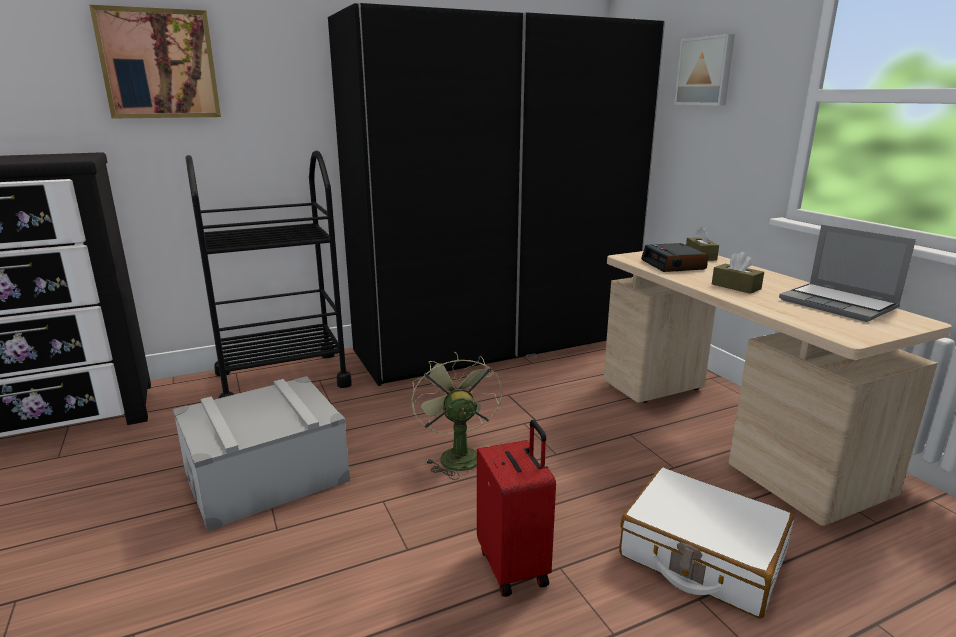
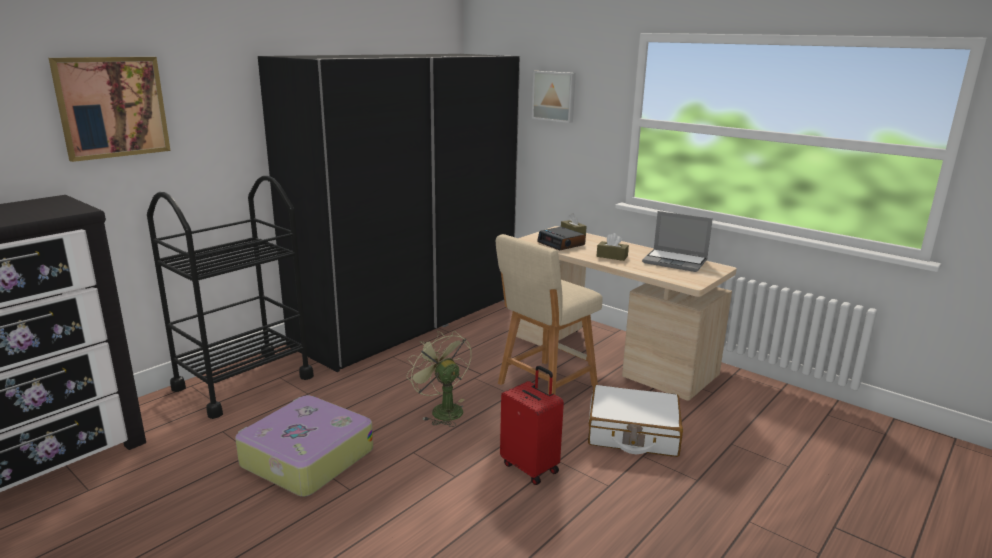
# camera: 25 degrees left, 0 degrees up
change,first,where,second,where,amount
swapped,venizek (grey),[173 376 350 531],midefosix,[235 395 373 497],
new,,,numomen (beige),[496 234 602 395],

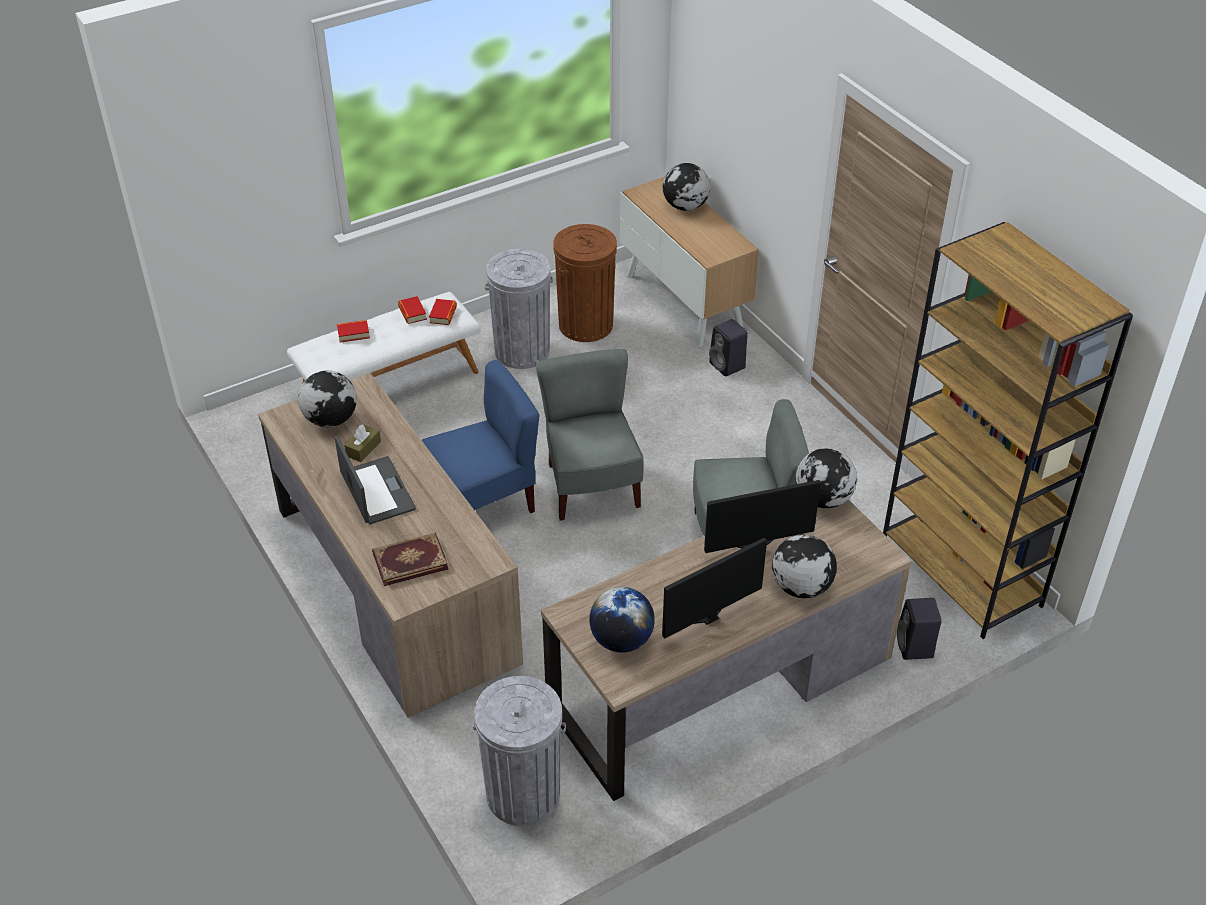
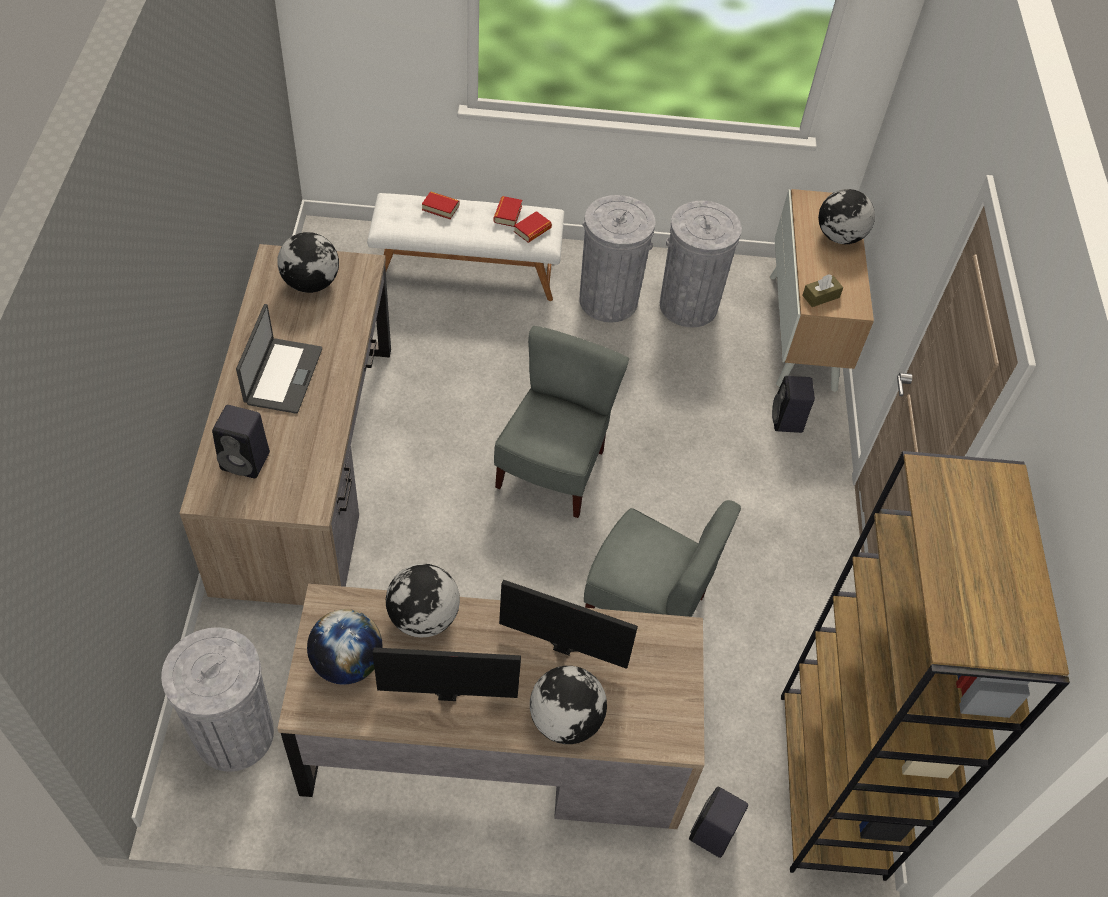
# camera: 30 degrees right, 10 degrees up
change,first,where,second,where,amount
swapped,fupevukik,[372 532 448 586],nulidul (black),[212 405 270 478],
shifted,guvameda,[796 448 857 508],,[386 564 460 638],
repainted,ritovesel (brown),[553 224 617 342],ritovesel (grey),[660 201 742 327],
shifted,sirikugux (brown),[344 424 381 462],,[802 275 843 307],
gone,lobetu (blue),[422 360 539 513],,,

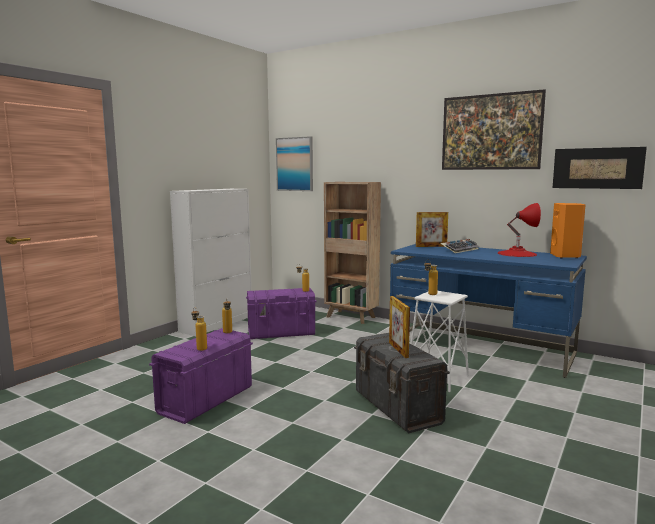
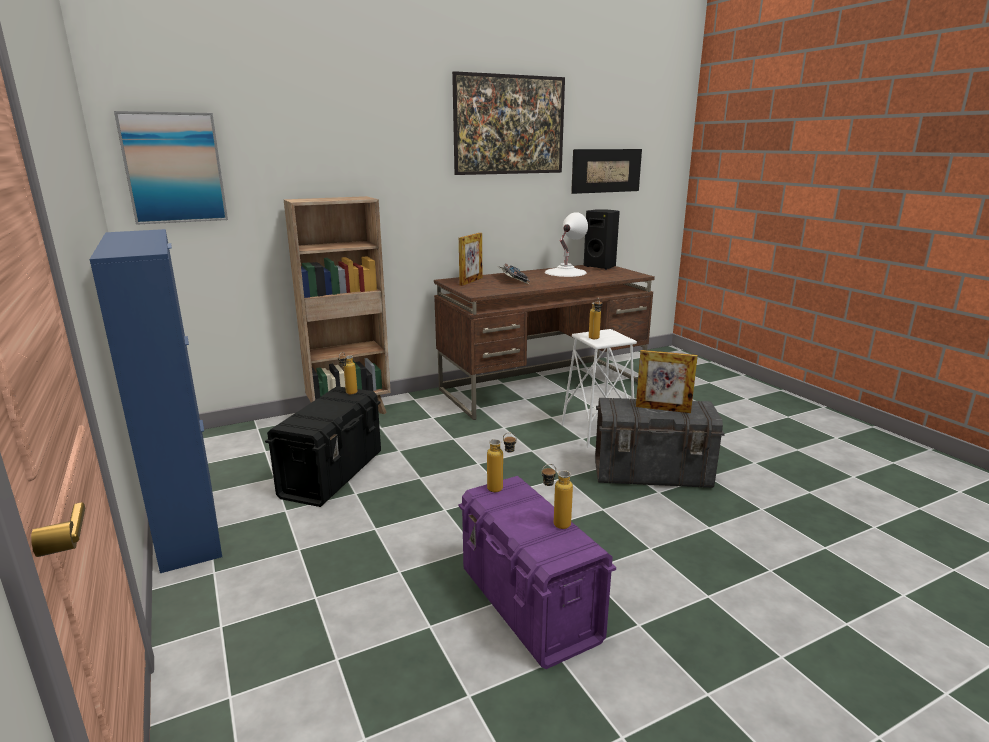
# camera: 60 degrees left, 10 degrees up
change,first,where,second,where,amount
repainted,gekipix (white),[170 189 252 336],gekipix (blue),[89 229 222 573],
repainted,venizek (purple),[246 288 317 339],venizek (black),[265 386 381 507],
repainted,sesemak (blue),[390 244 587 378],sesemak (brown),[434 265 655 420],
repainted,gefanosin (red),[498 203 541 257],gefanosin (white),[545 212 588 277],
repainted,nulidul (orange),[550 203 586 258],nulidul (black),[584 209 620 270],

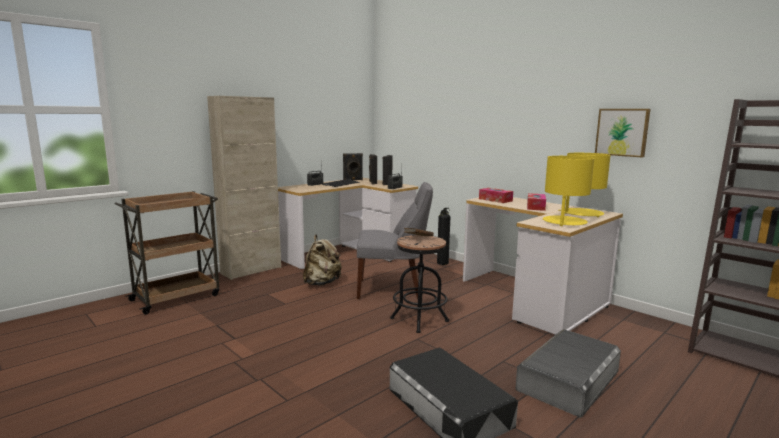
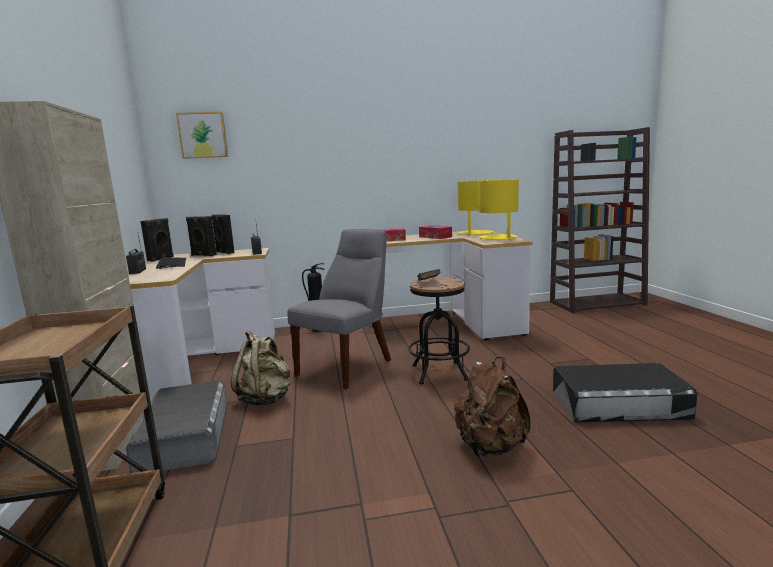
# camera: 55 degrees left, 0 degrees up
change,first,where,second,where,amount
shifted,venizek (grey),[515 329 621 418],,[126 380 227 473],
shifted,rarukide,[595 109 650 157],,[176 112 228 159],
new,,,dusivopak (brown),[454 357 531 457],

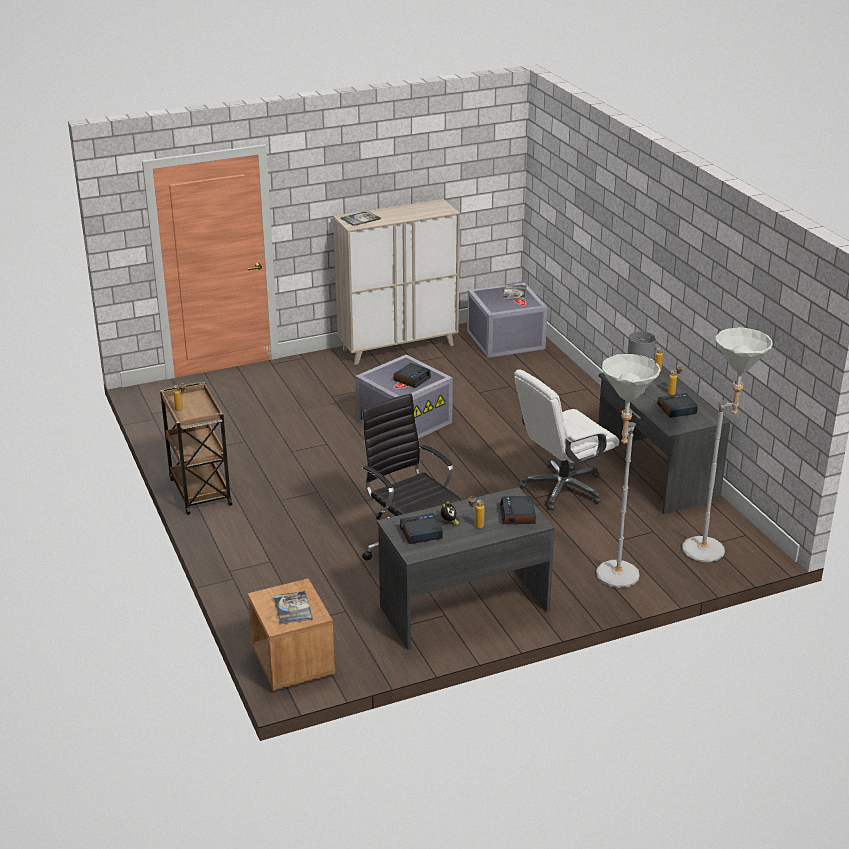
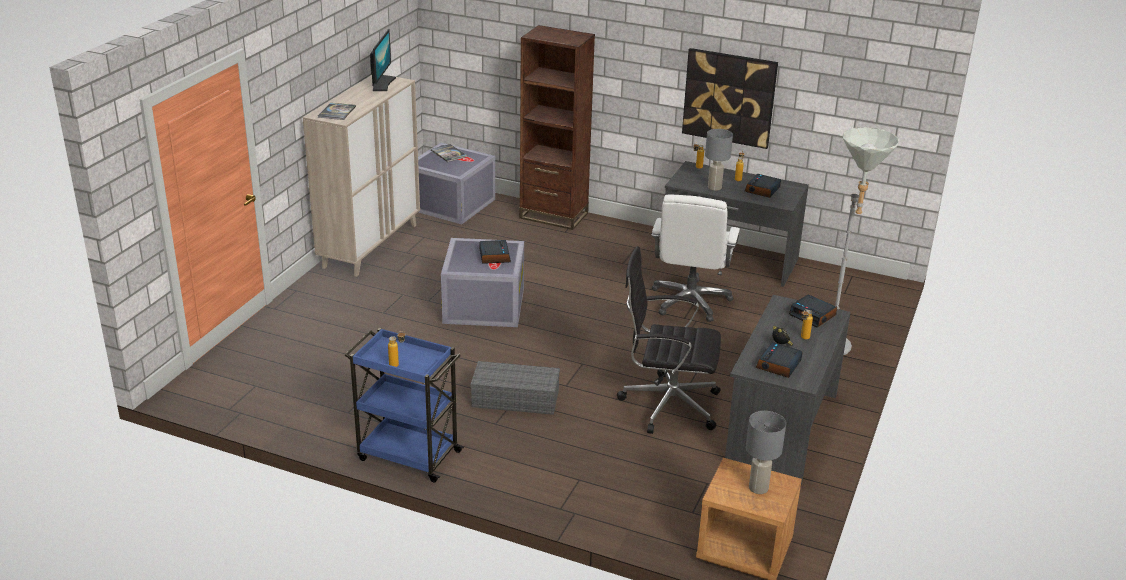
# camera: 45 degrees left, 0 degrees up
change,first,where,second,where,amount
repainted,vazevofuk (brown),[160 382 232 515],vazevofuk (blue),[345 328 464 483],
new,,,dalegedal,[370 29 396 91],
new,,,venizek (grey),[470 361 560 415],
new,,,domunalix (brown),[519 25 595 230],
new,,,rarukide,[682 48 778 149],
swapped,fupevukik,[273 591 313 624],gefanosin (grey),[746 411 786 494],
gone,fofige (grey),[682 327 773 562],,,

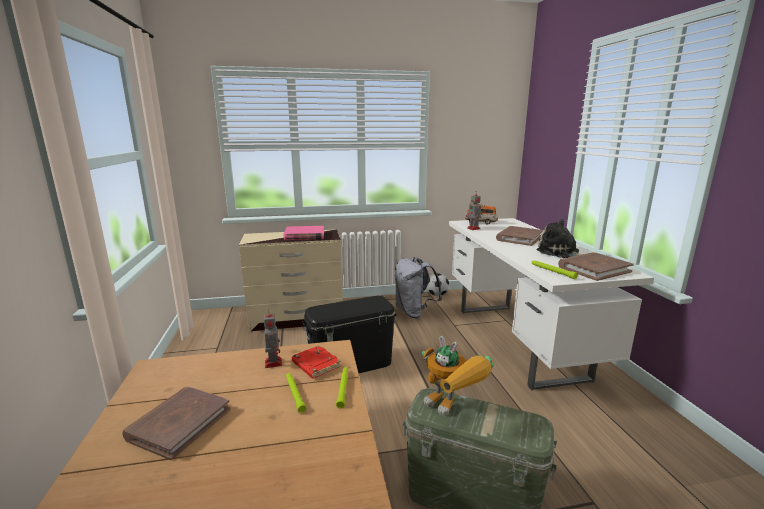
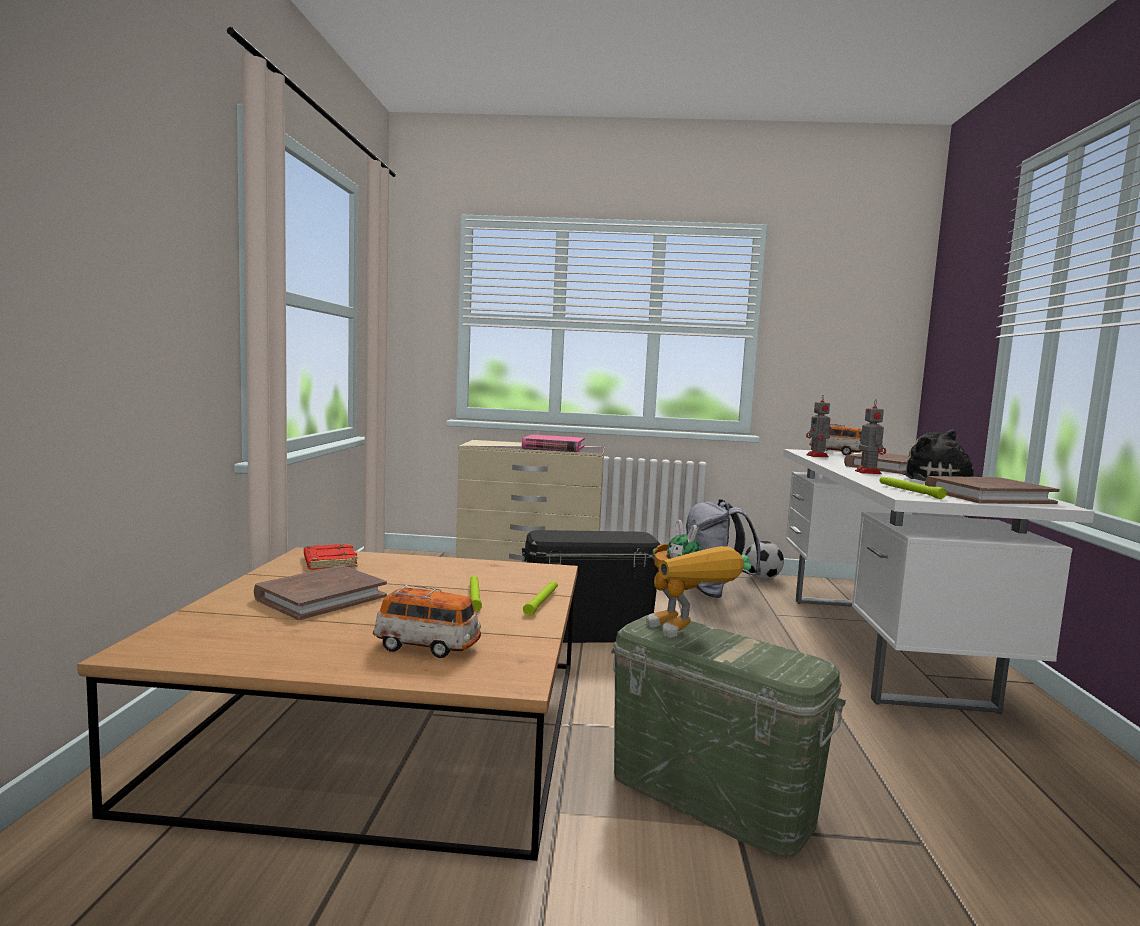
# camera: 15 degrees right, 10 degrees down
change,first,where,second,where,amount
shifted,fupevukik (red),[292 345 341 379],,[304 544 358 570],
new,,,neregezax,[373 584 481 658],
shifted,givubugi,[264 309 282 368],,[855 399 886 474],

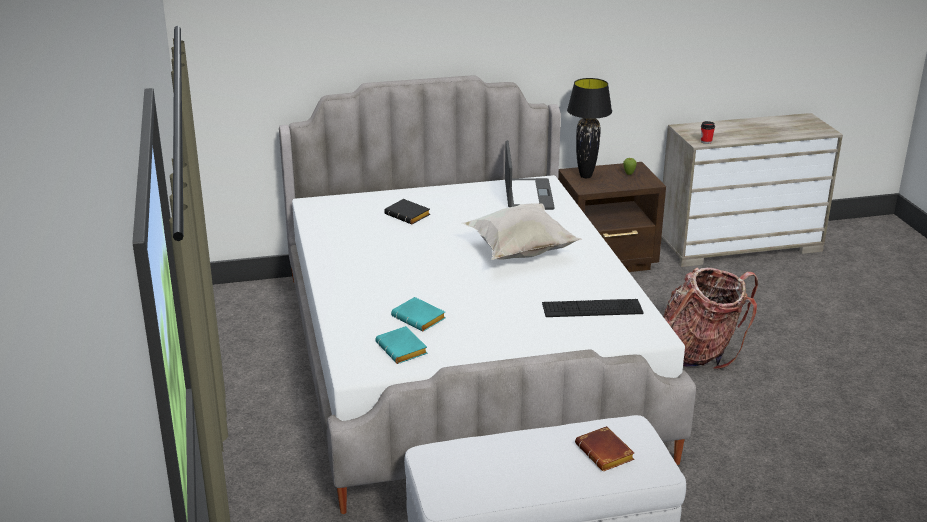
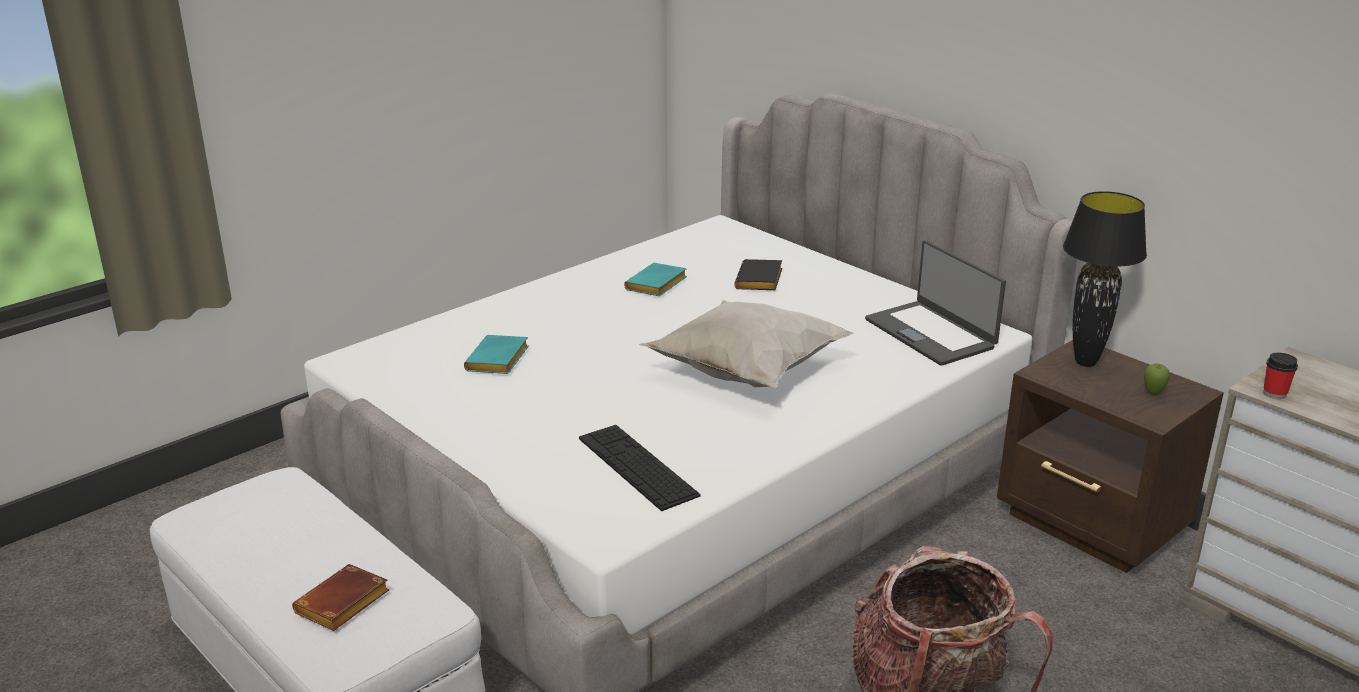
# camera: 60 degrees right, 0 degrees up
change,first,where,second,where,amount
shifted,fupevukik (turquoise),[375 326 428 364],,[624 263 687 296],
rotated,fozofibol,[505 140 555 210],,[865 240 1006 366],90 degrees clockwise

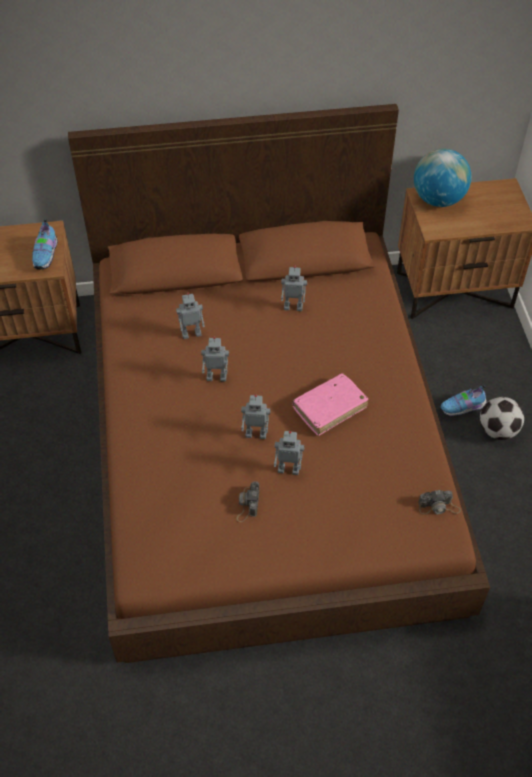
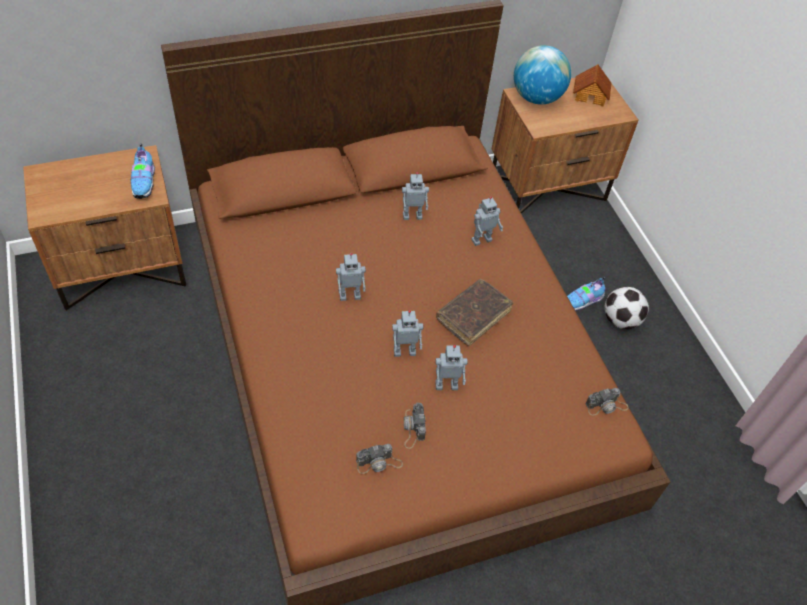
# camera: 15 degrees left, 0 degrees up
change,first,where,second,where,amount
new,,,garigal,[356 444 403 474],
repainted,fupevukik (pink),[292 373 369 436],fupevukik (brown),[436 279 513 346],
shifted,givubugi,[176 293 205 339],,[471 196 503 246],
new,,,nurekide,[573 64 612 106],

